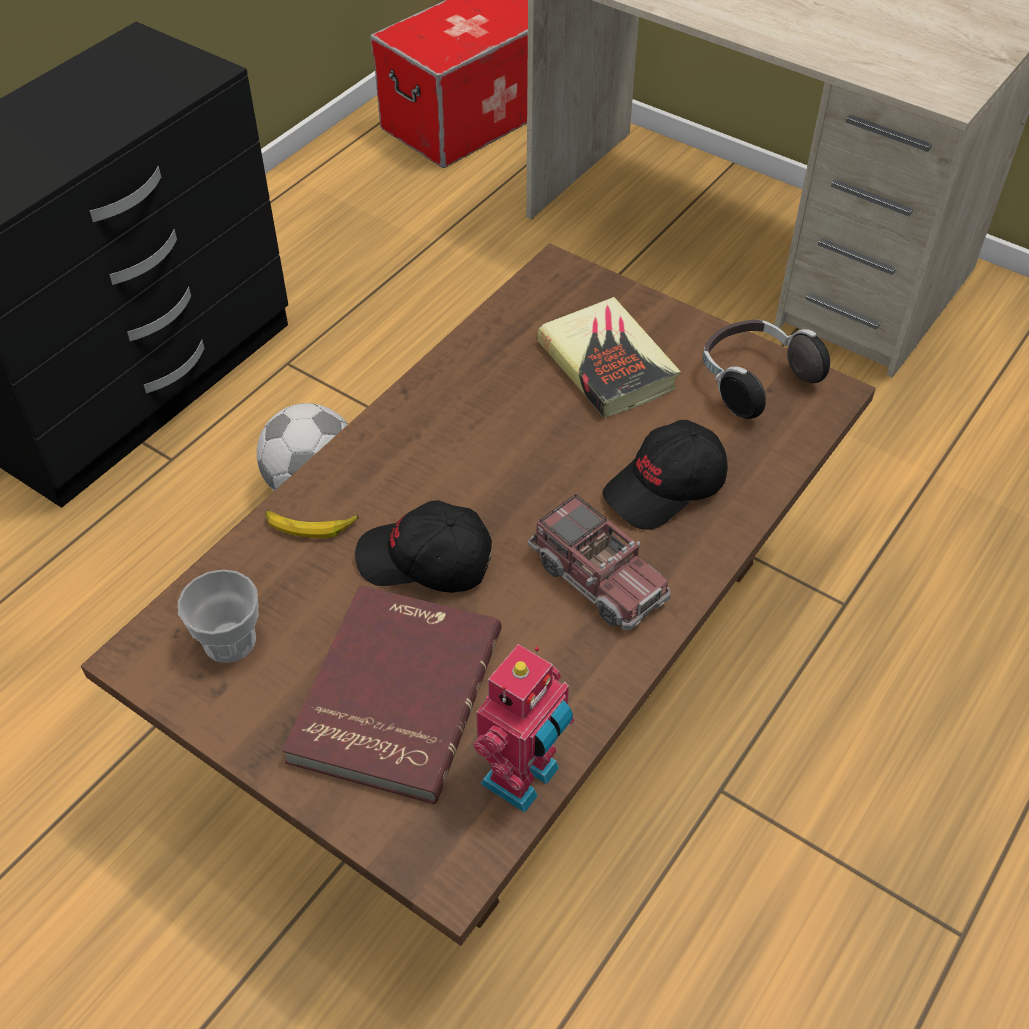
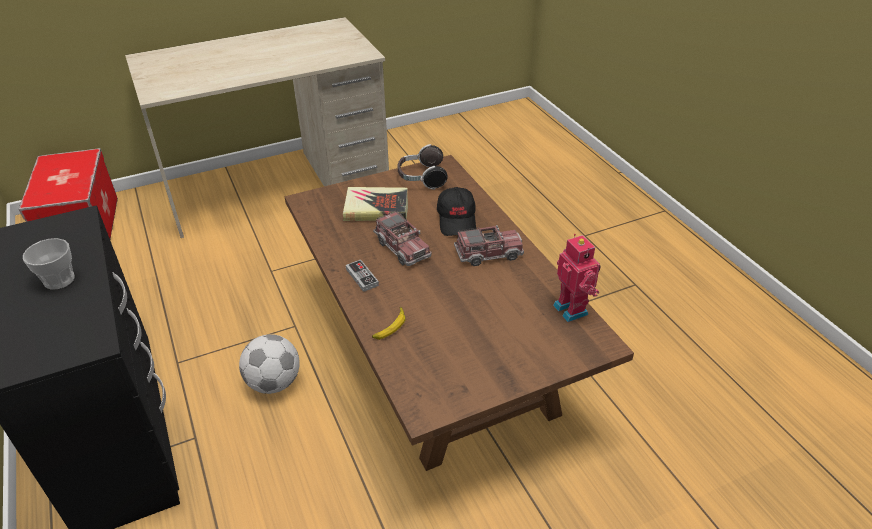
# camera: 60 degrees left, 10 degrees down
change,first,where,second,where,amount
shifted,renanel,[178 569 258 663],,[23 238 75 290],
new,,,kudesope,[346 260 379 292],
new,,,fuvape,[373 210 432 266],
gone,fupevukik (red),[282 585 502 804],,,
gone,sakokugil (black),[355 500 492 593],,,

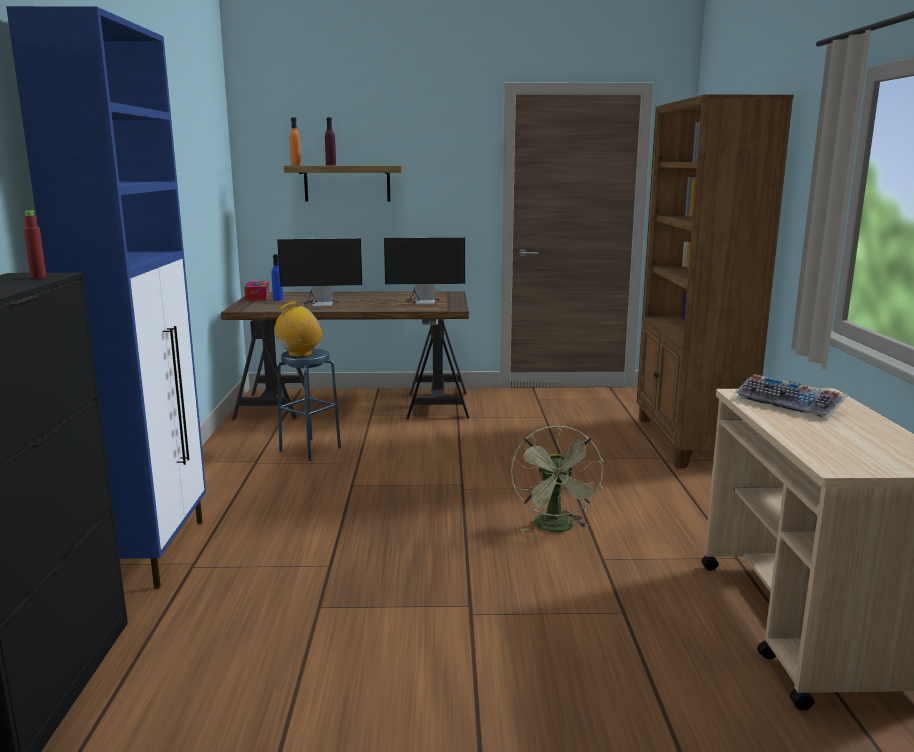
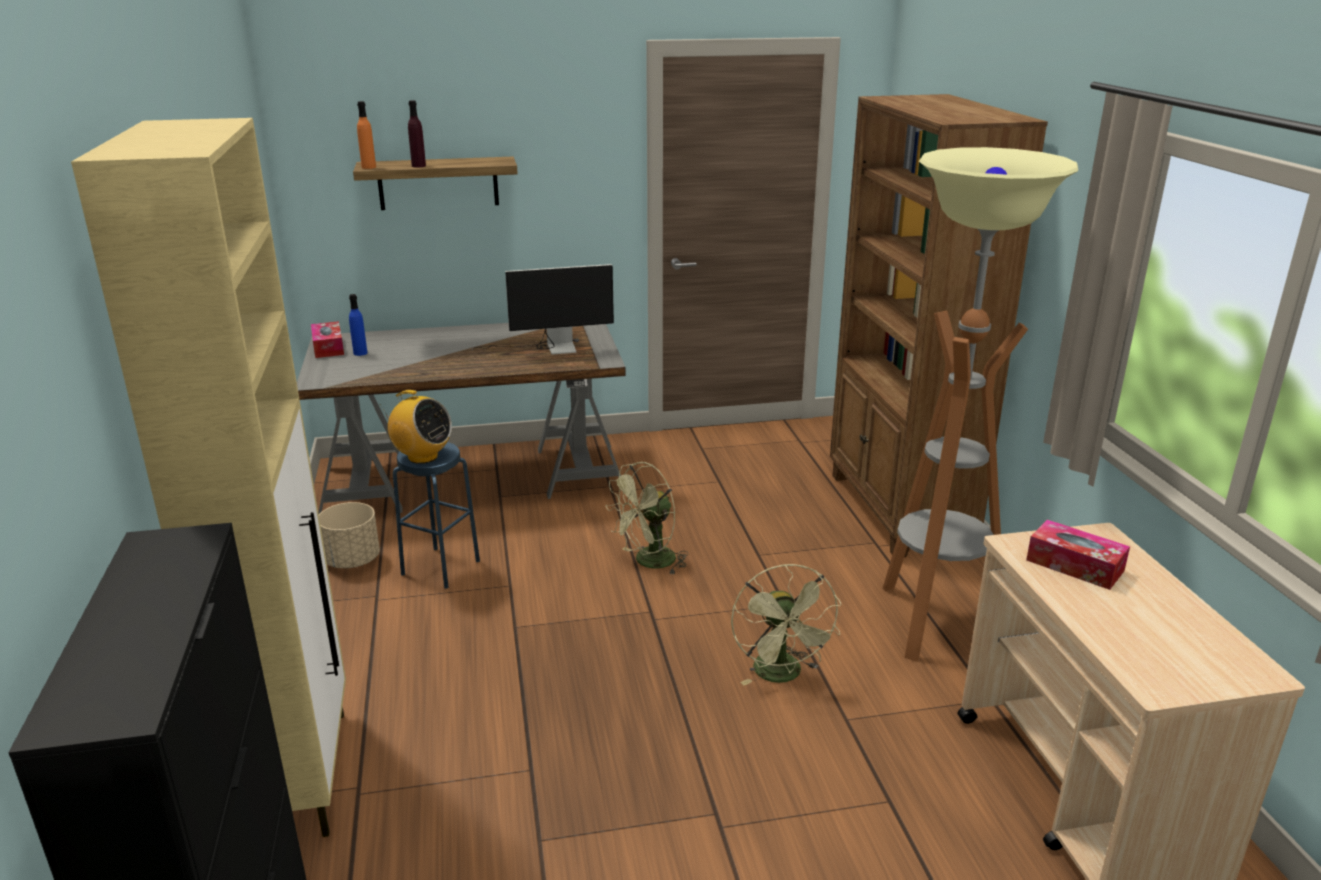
# camera: 10 degrees left, 10 degrees up
change,first,where,second,where,amount
repainted,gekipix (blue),[6 6 206 589],gekipix (beige),[71 118 346 837],
repainted,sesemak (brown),[221 291 469 420],sesemak (grey),[297 323 626 514],
new,,,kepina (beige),[319 502 380 568],
rotated,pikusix,[275 301 323 357],,[380 390 452 464],75 degrees clockwise
new,,,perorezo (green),[606 462 688 574],
new,,,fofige,[882 147 1078 662],
swapped,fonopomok,[735 374 848 421],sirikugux,[1026 520 1130 590],
gone,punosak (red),[23 211 47 279],,,
gone,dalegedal,[255 238 362 307],,,

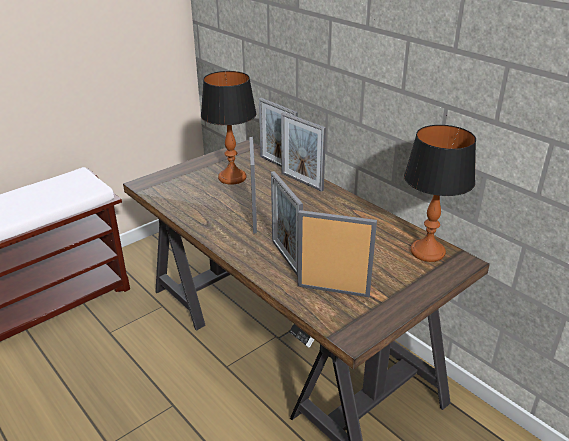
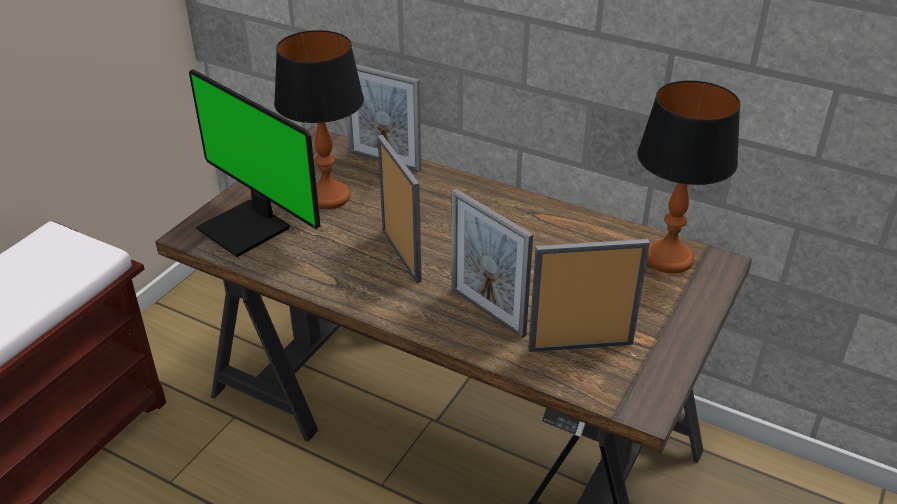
# camera: 20 degrees left, 5 degrees up
change,first,where,second,where,amount
new,,,dalegedal,[189 69 320 257],
gone,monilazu,[281 112 326 192],,,

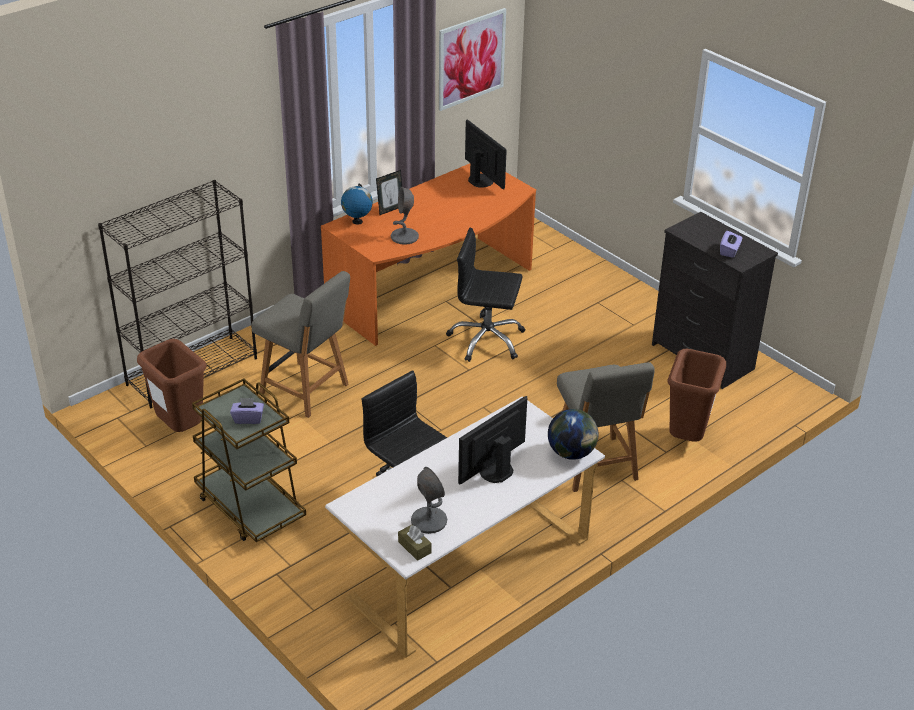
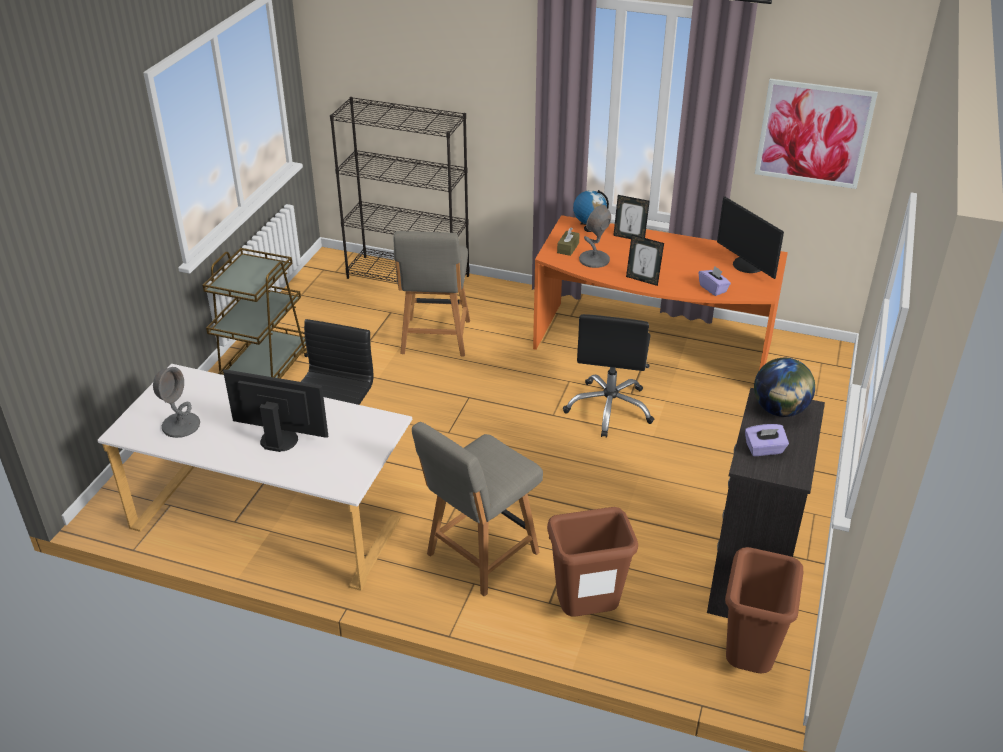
# camera: 60 degrees right, 0 degrees up
change,first,where,second,where,amount
shifted,sirikugux (brown),[398 525 431 561],,[557 228 580 256],
rotated,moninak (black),[446 228 526 362],,[563 314 654 438],150 degrees counterclockwise
new,,,monilazu,[626 235 664 286],
shifted,sirikugux (purple),[230 398 264 424],,[699 266 731 296],
rotated,dalegedal,[465 120 507 189],,[717 196 784 279],120 degrees clockwise
shifted,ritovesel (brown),[137 339 206 432],,[725 547 803 674],
shifted,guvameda,[548 409 598 460],,[754 358 815 417],

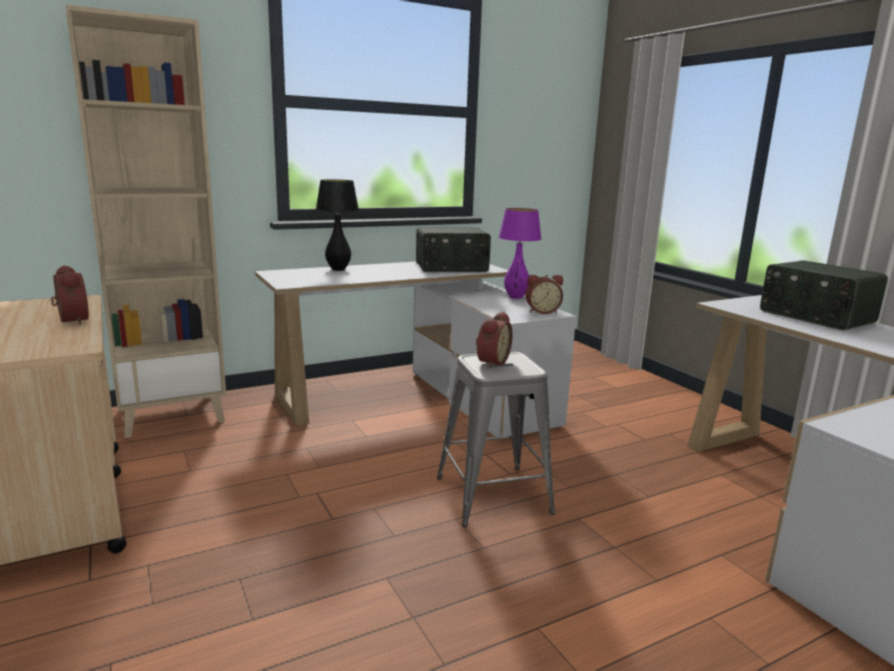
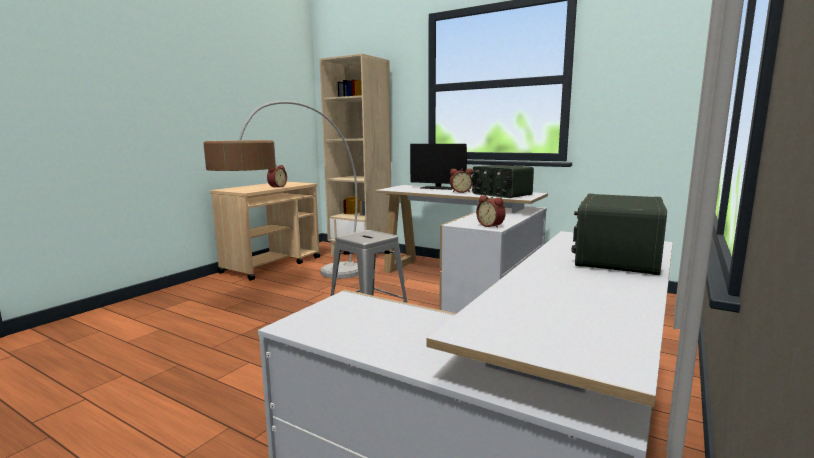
# camera: 60 degrees right, 5 degrees down
change,first,where,second,where,amount
new,,,fofige,[203 101 359 279],
swapped,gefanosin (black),[316 179 359 271],dalegedal,[410 144 467 190],
shifted,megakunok,[476 312 513 368],,[450 168 472 193],
gone,gefanosin (purple),[499 208 541 299],,,

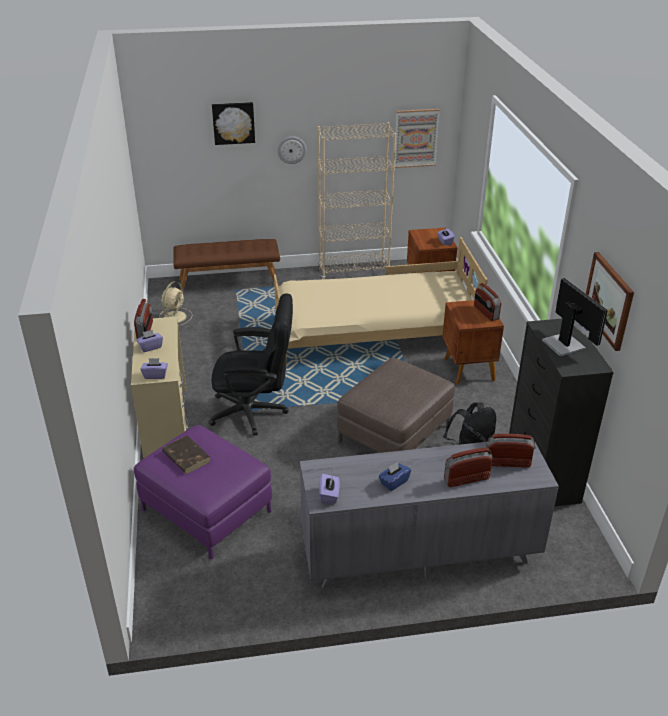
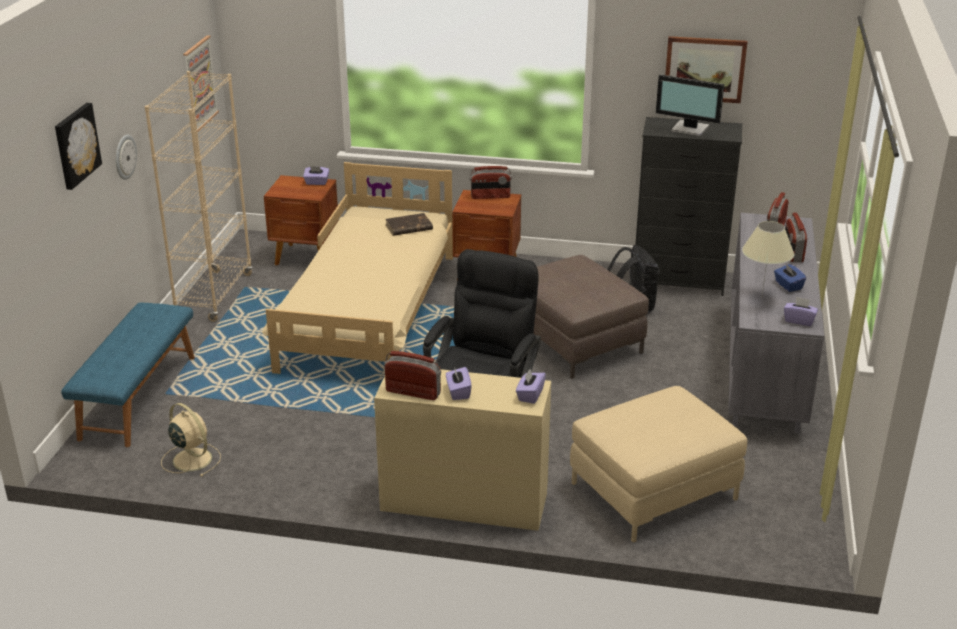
# camera: 70 degrees left, 5 degrees down
change,first,where,second,where,amount
repainted,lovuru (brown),[173 239 280 291],lovuru (blue),[61 302 195 447],
shifted,fupevukik (brown),[162 435 211 474],,[385 213 433 236],
repainted,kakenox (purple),[134 425 272 560],kakenox (beige),[570 386 747 543],
rotated,dalegedal,[542 278 608 356],,[656 74 724 136],150 degrees counterclockwise
new,,,gefanosin (beige),[742 221 794 295],

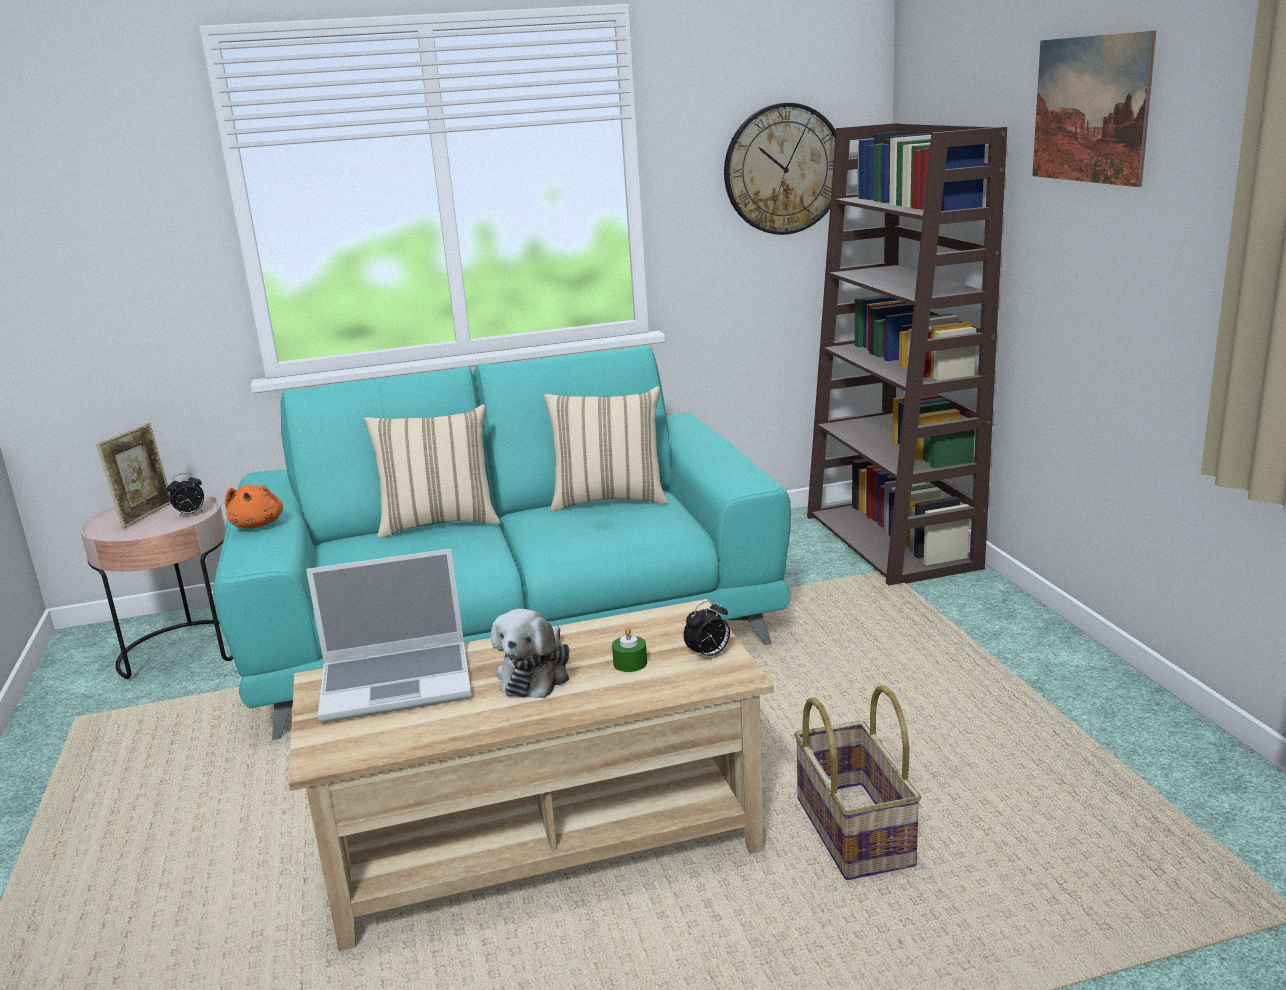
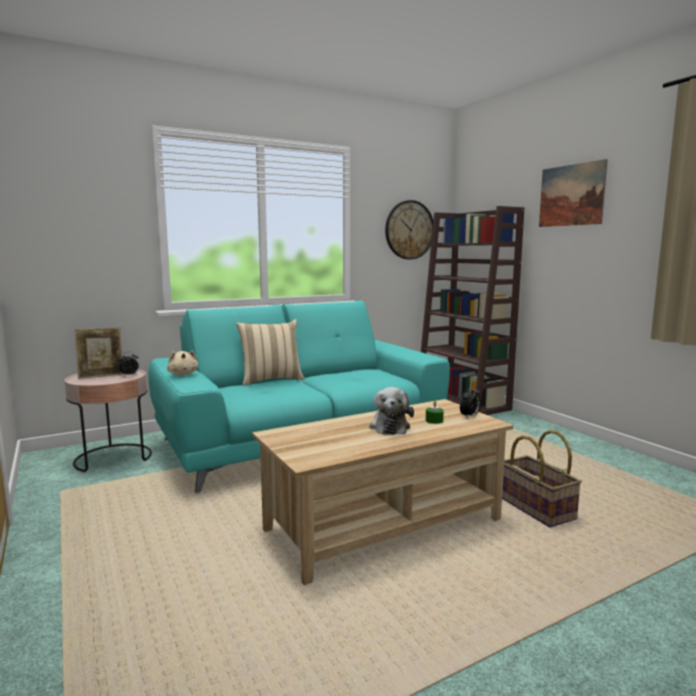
# camera: 15 degrees left, 10 degrees down
change,first,where,second,where,amount
rotated,monilazu,[96 423 171 529],,[74 327 124 379],60 degrees clockwise
repainted,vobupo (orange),[225 484 283 529],vobupo (beige),[167 350 198 375],
gone,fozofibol,[306 549 471 722],,,
gone,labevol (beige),[544 386 668 511],,,

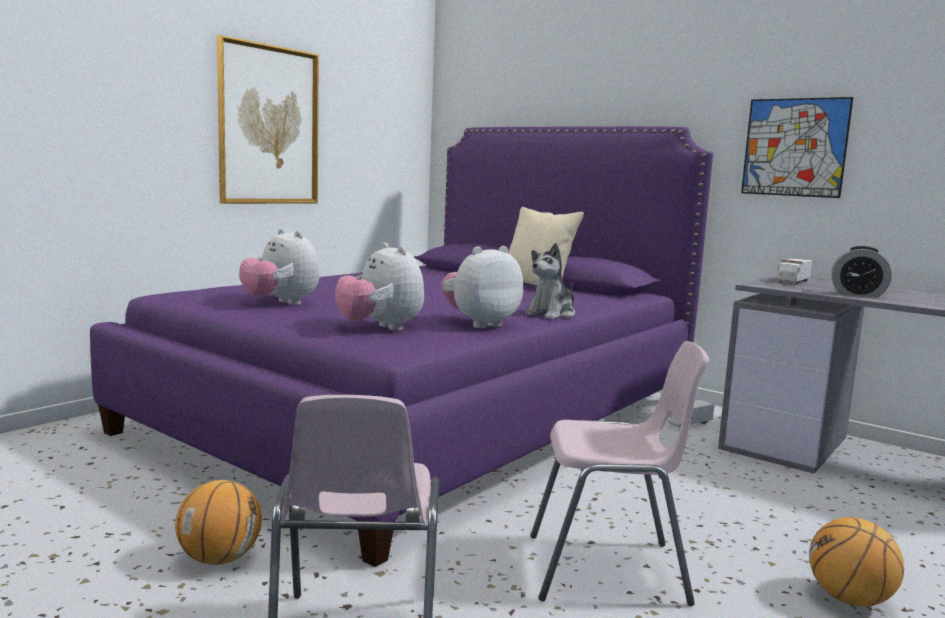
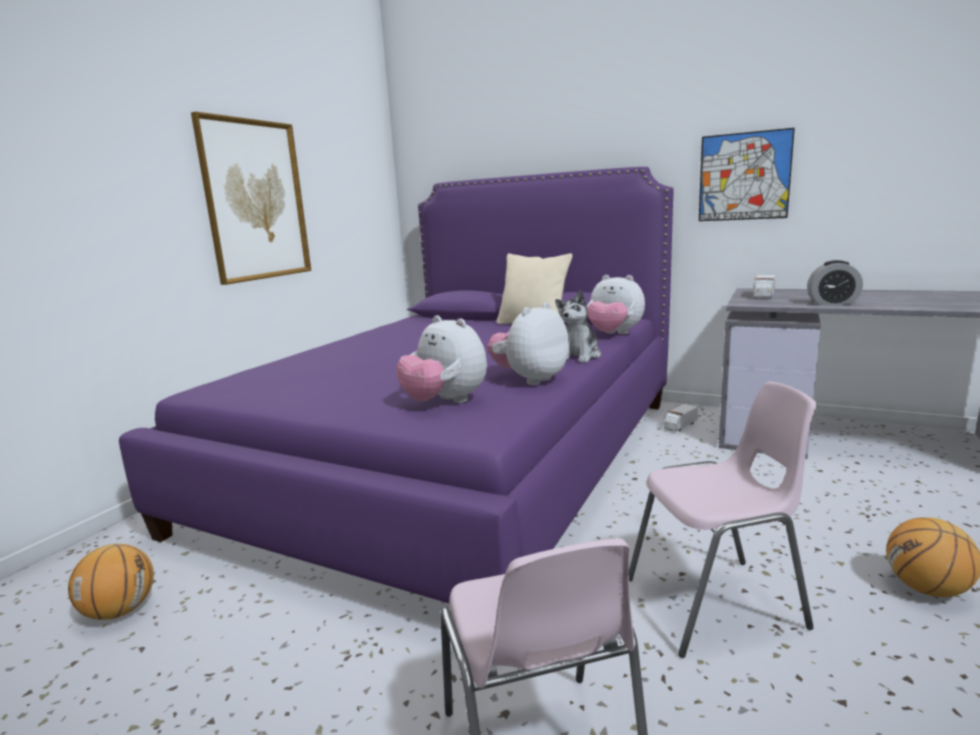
# camera: 10 degrees left, 5 degrees up
change,first,where,second,where,amount
shifted,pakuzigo,[175 480 262 565],,[68 544 154 620],
shifted,vobupo,[239 228 320 305],,[587 275 645 334],

